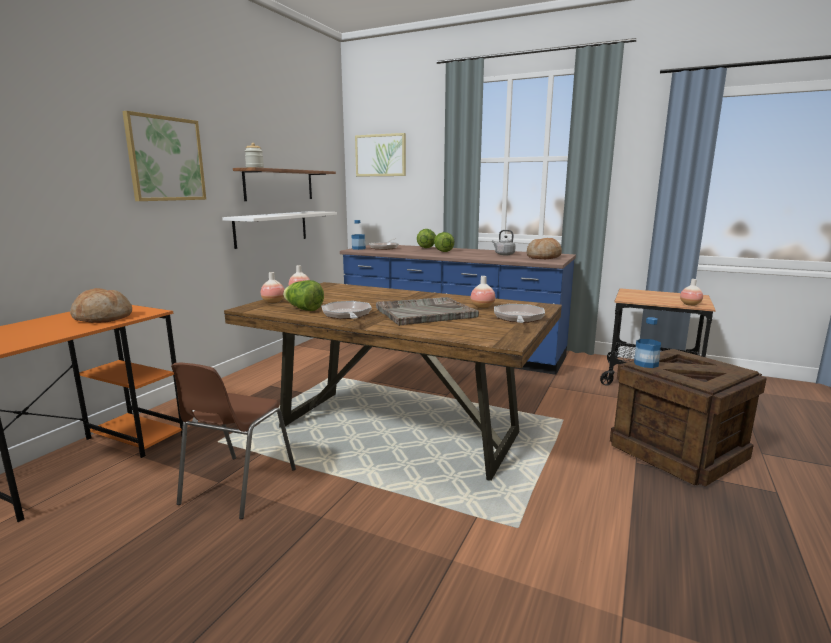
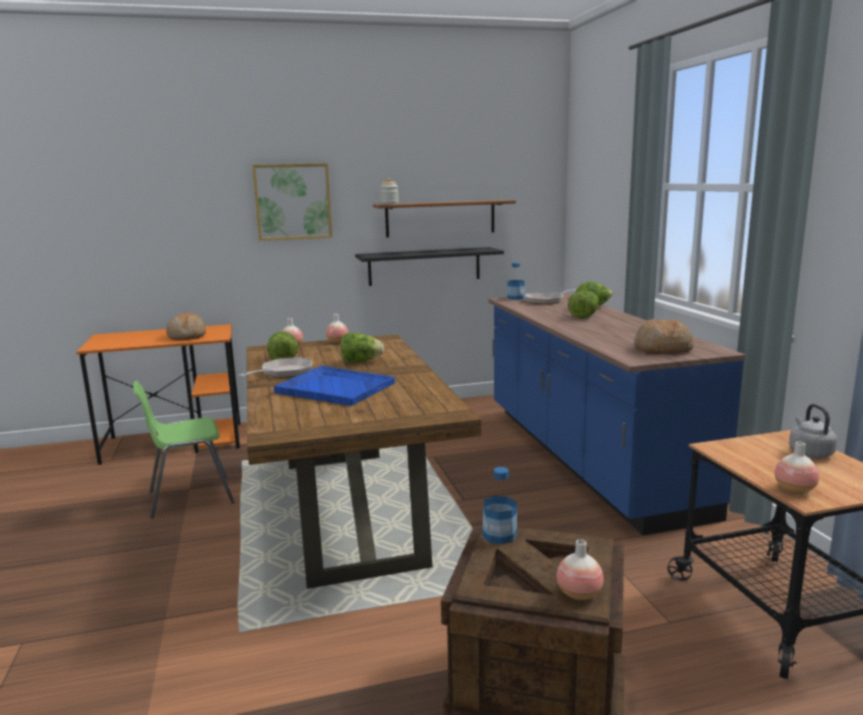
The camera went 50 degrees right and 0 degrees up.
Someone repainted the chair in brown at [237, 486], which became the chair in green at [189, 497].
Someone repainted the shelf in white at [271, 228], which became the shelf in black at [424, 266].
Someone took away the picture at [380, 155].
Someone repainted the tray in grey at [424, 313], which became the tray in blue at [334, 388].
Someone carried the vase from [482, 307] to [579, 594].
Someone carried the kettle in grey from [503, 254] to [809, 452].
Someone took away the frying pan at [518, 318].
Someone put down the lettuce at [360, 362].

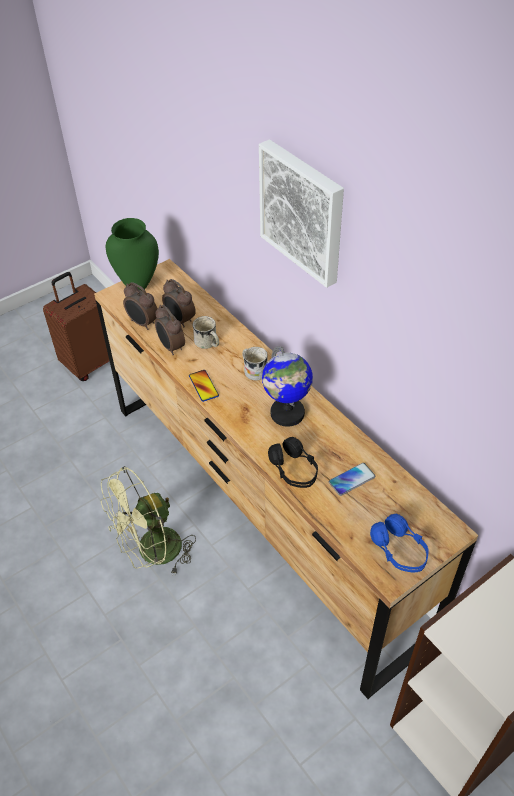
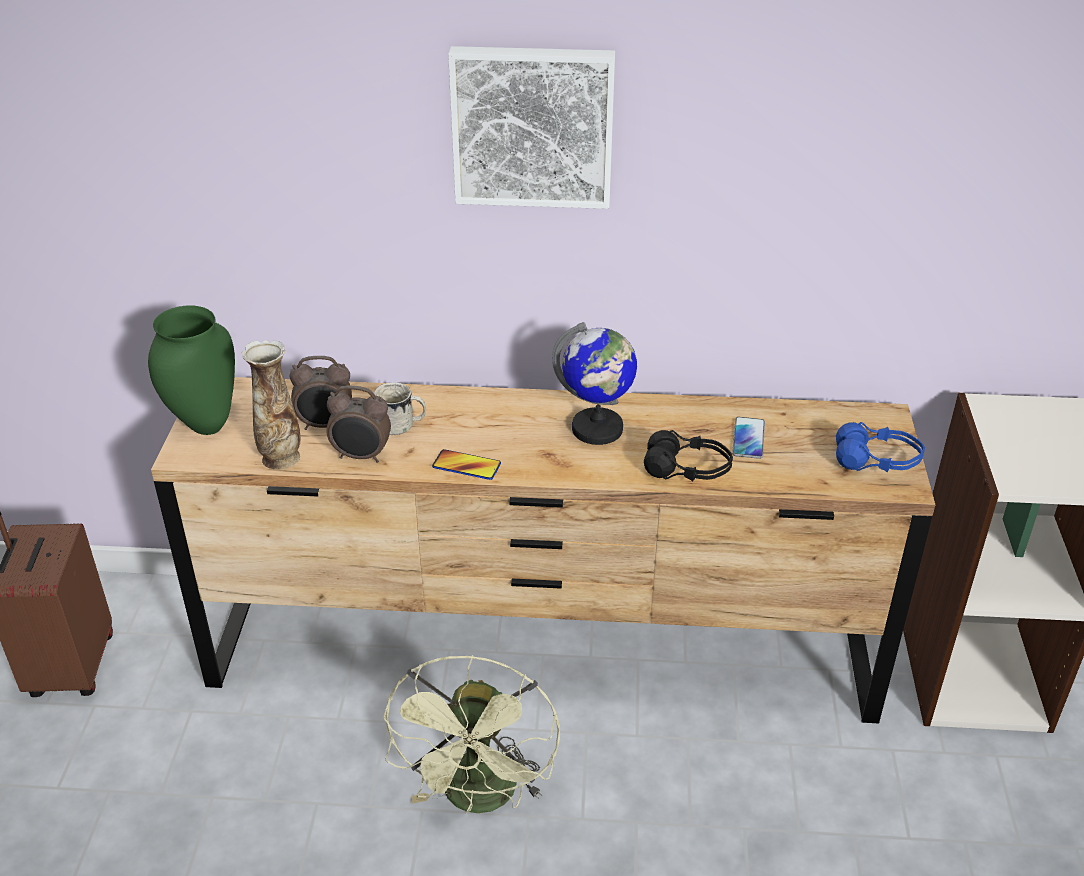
The camera went 50 degrees left and 10 degrees down.
Someone swapped the alarm clock at [142, 323] for the vase at [281, 457].
Someone took away the mug in white at [253, 370].

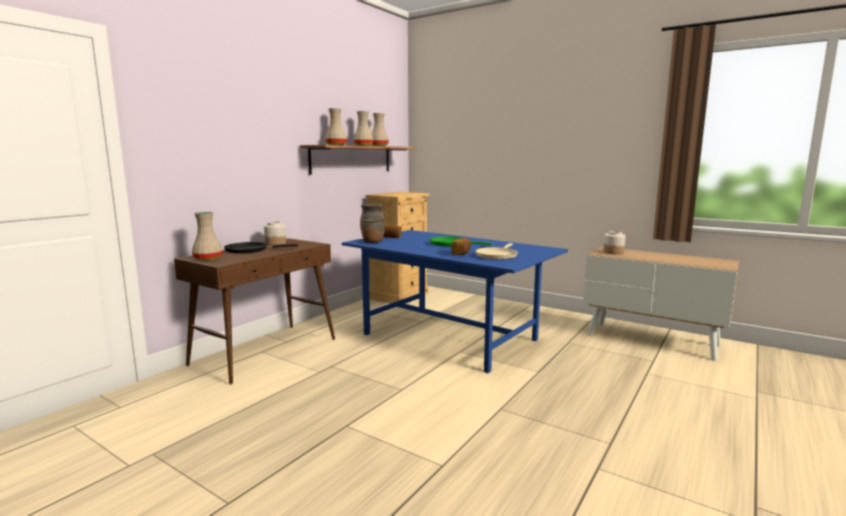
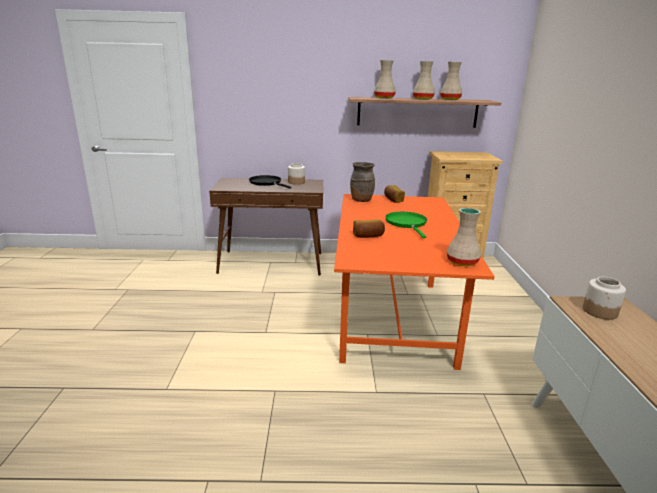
The camera went 55 degrees right and 10 degrees up.
Someone carried the vase in beige from [207, 259] to [461, 262].
Someone repainted the dining table in blue at [448, 337], which became the dining table in orange at [391, 317].
Someone took away the frying pan in beige at [497, 255].

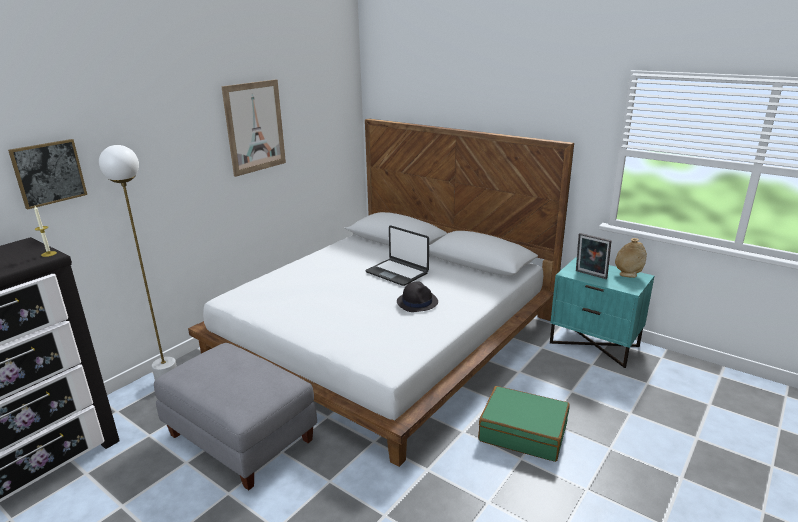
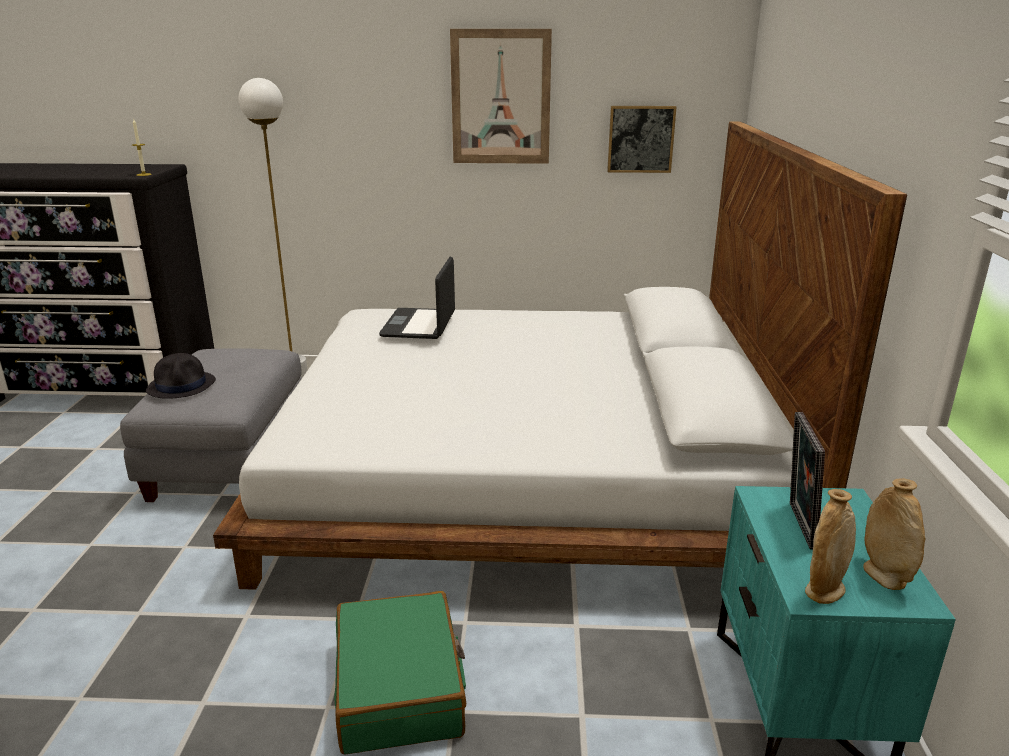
The camera went 55 degrees right and 0 degrees up.
Someone carried the picture from [49, 173] to [640, 139].
Someone carried the laptop from [397, 272] to [420, 325].
Someone carried the hat in black from [417, 302] to [182, 386].
Someone put down the vase in beige at [824, 591].

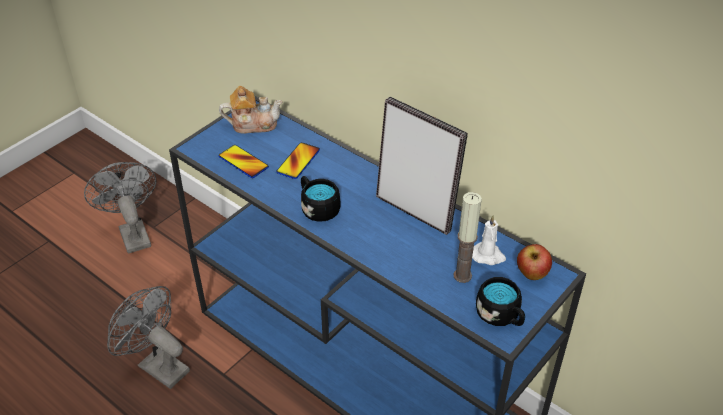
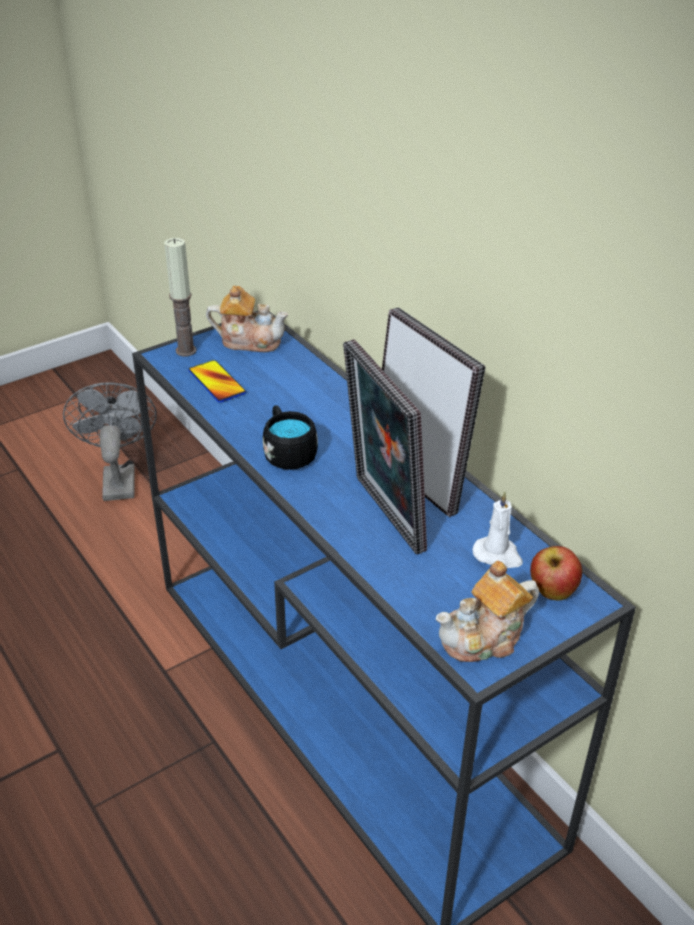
The camera went 15 degrees right and 5 degrees down.
Someone took away the fan in grey at [157, 365].
Someone took away the phone at [298, 161].
Someone carried the candle from [462, 275] to [186, 350].
Someone swapped the mug in black at [501, 316] for the teapot at [485, 638].
Someone put down the picture frame at [382, 515].

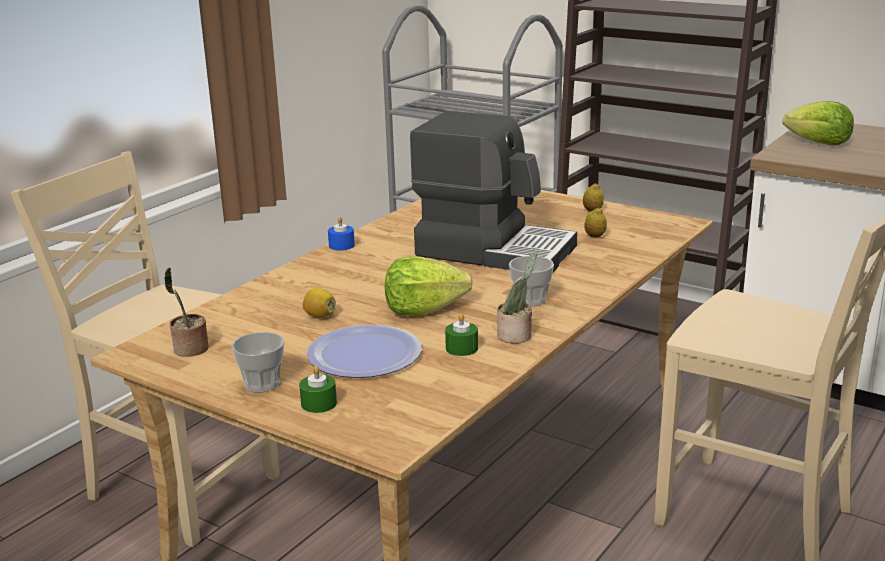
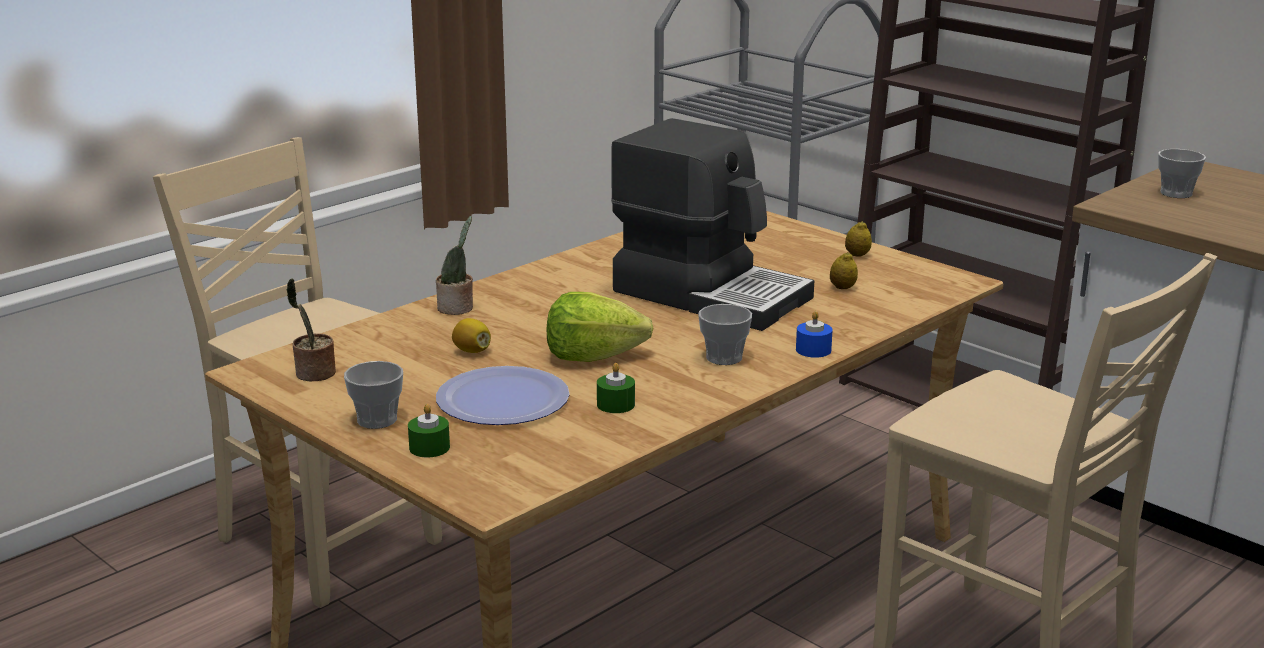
The camera went 10 degrees right and 0 degrees up.
Someone carried the candle in blue from [341, 245] to [813, 350].
Someone carried the potted plant from [517, 336] to [457, 308].
Someone swapped the lettuce at [818, 143] for the cup at [1176, 193].

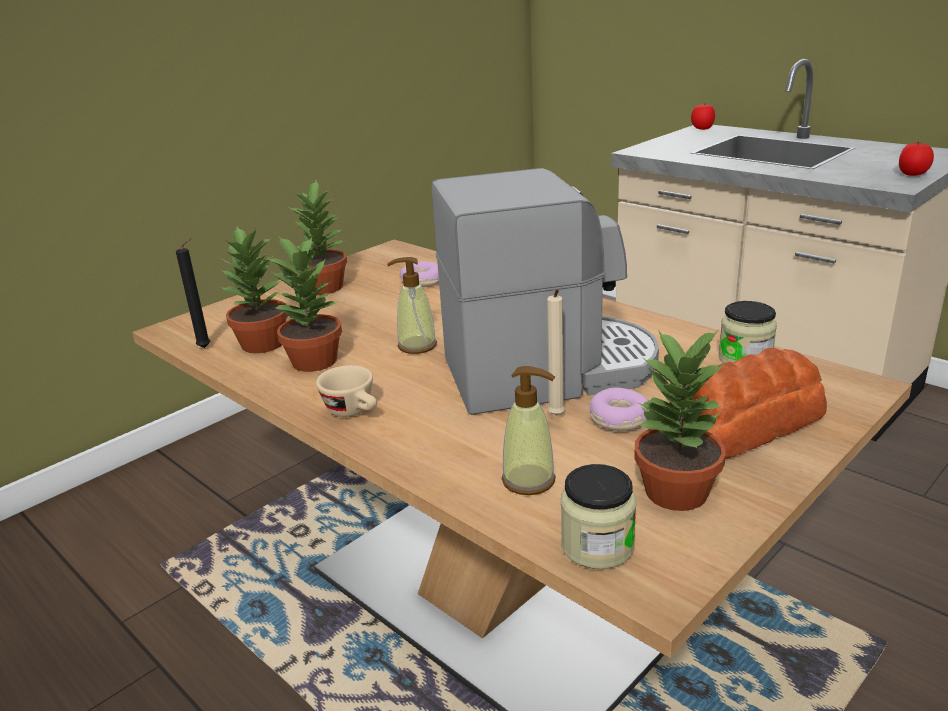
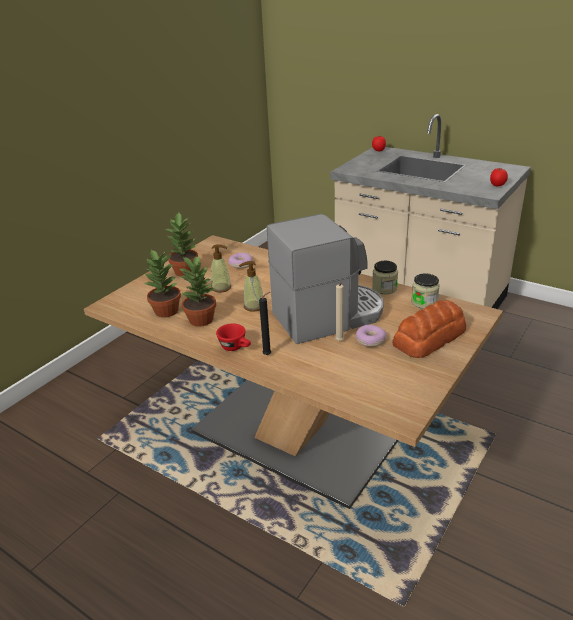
The camera went 10 degrees left and 5 degrees up.
Someone carried the candle in black from [206, 348] to [268, 355].
Someone repainted the cup in beige at [354, 411], which became the cup in red at [236, 347].
Someone carried the soap dispenser from [529, 480] to [221, 288].
Someone carried the jar from [597, 546] to [384, 288].
Someone took away the potted plant at [677, 493].

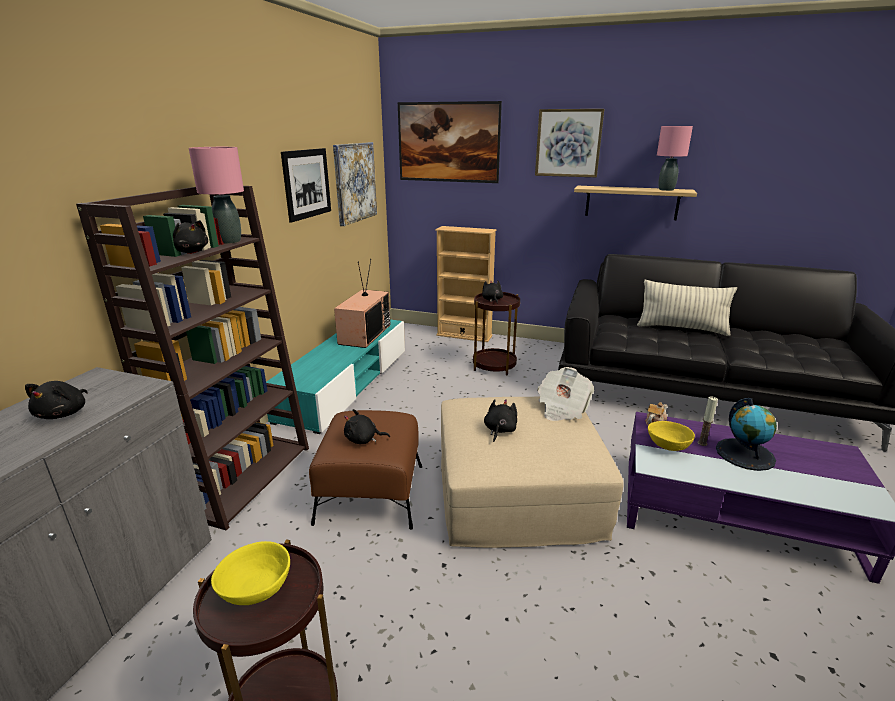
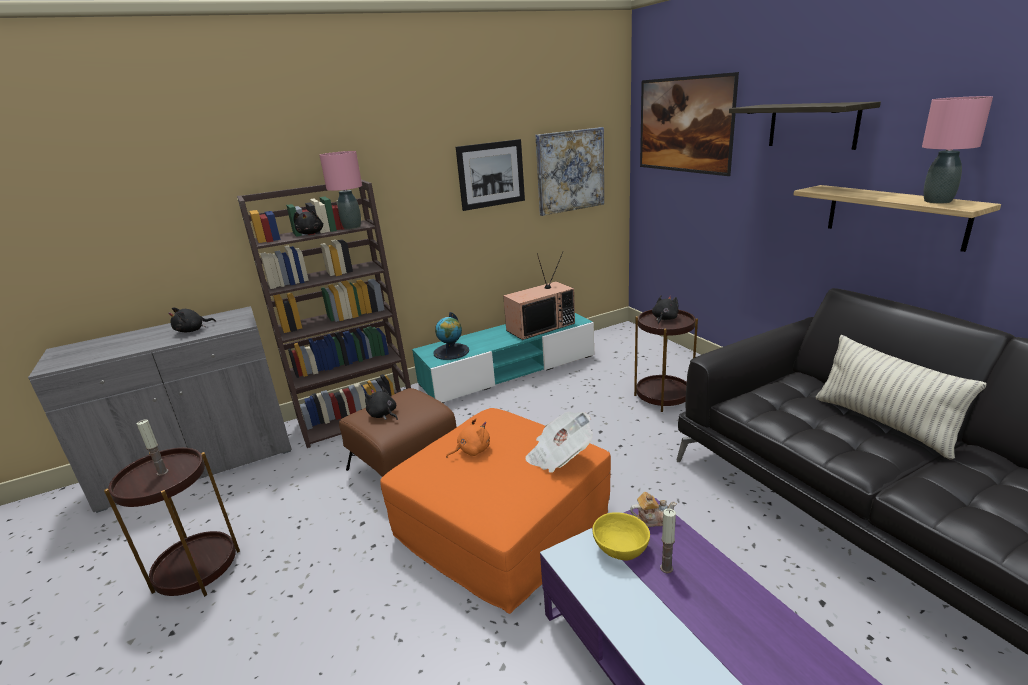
The camera went 45 degrees right and 0 degrees up.
Someone swapped the bowl in yellow at [257, 589] for the candle at [162, 472].
Someone took away the bookcase in beige at [464, 335].
Someone repainted the ottoman in beige at [517, 492], which became the ottoman in orange at [501, 525].
Someone repainted the plush toy in black at [499, 430], which became the plush toy in orange at [472, 450].
Someone swapped the picture at [568, 143] for the shelf at [812, 125].
Someone carried the globe from [745, 454] to [451, 351].

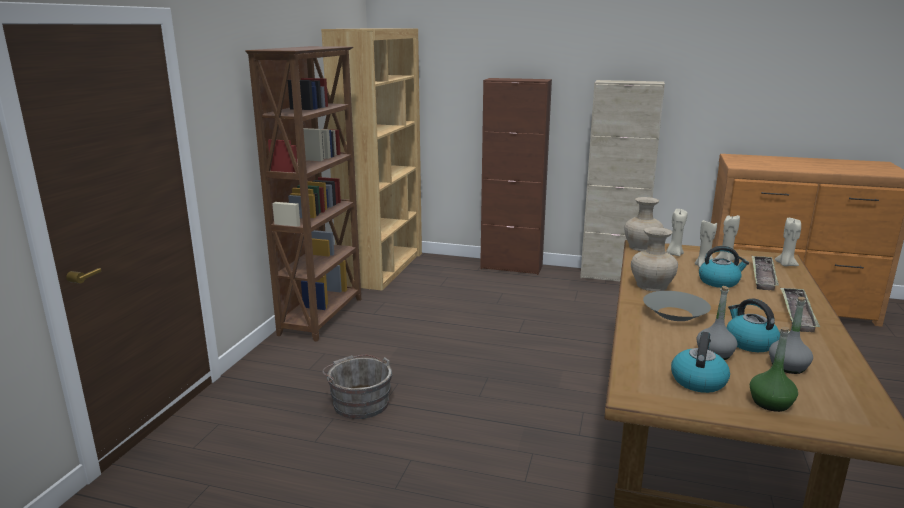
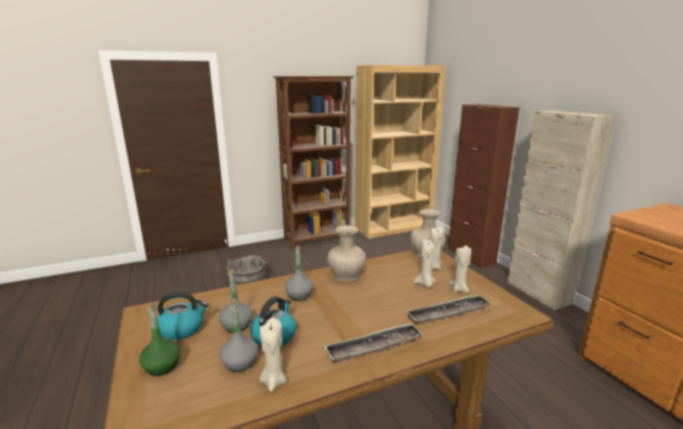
The camera went 50 degrees right and 0 degrees up.
Someone swapped the bowl in grey at [674, 314] for the bottle in grey at [299, 295].
Someone took away the kettle at [719, 282].
Someone carried the candle in beige from [785, 265] to [273, 381].

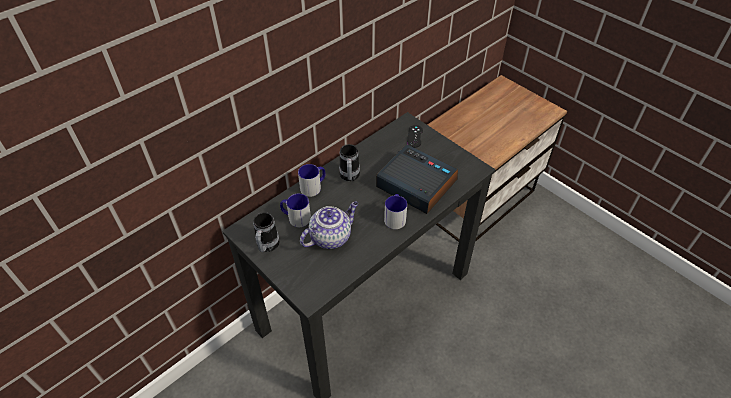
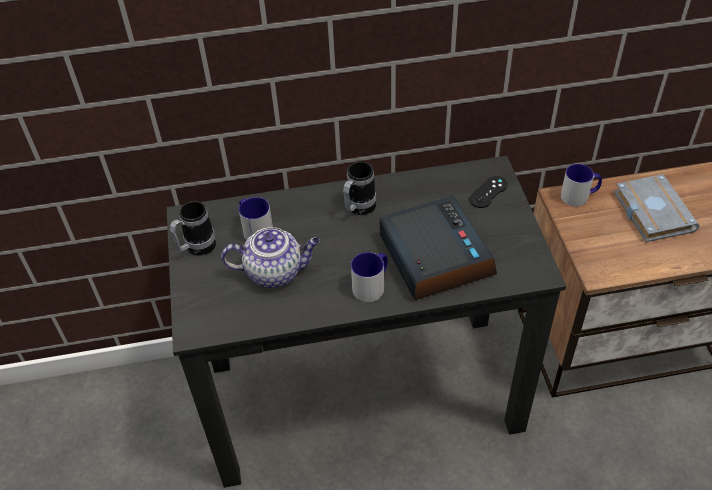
The camera went 35 degrees right and 0 degrees up.
Someone carried the mug from [313, 187] to [579, 196].
Someone put down the book in grey at [650, 211].

